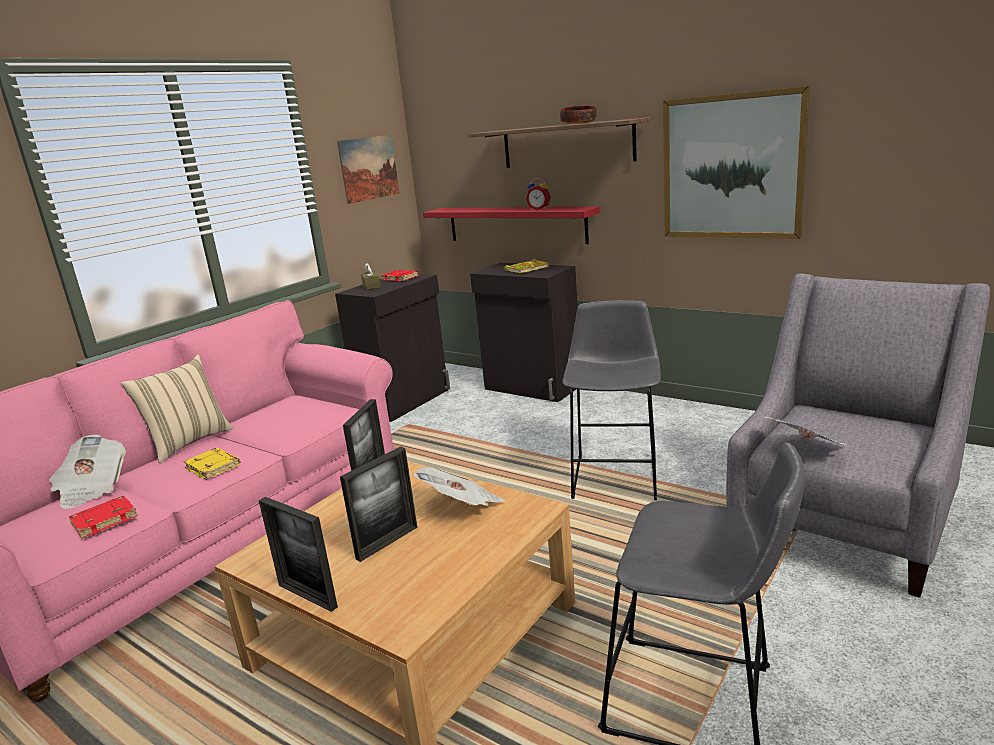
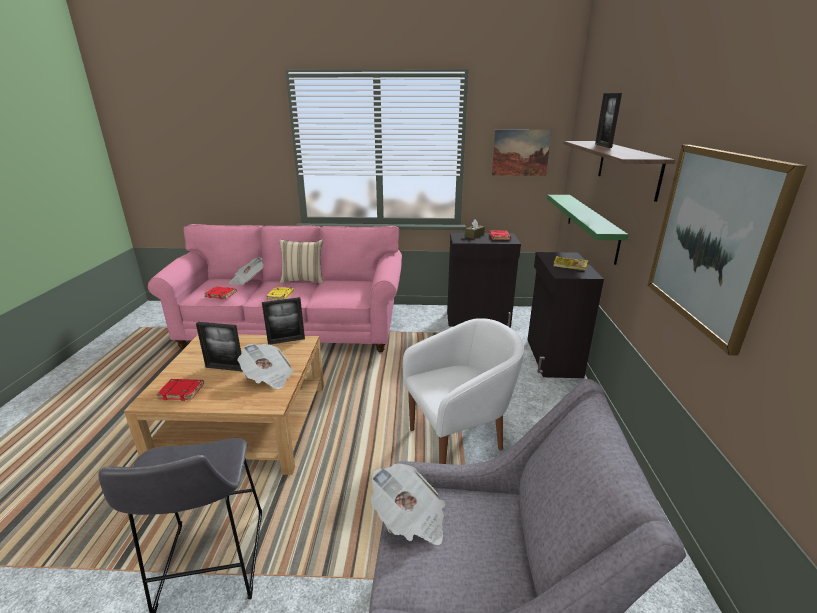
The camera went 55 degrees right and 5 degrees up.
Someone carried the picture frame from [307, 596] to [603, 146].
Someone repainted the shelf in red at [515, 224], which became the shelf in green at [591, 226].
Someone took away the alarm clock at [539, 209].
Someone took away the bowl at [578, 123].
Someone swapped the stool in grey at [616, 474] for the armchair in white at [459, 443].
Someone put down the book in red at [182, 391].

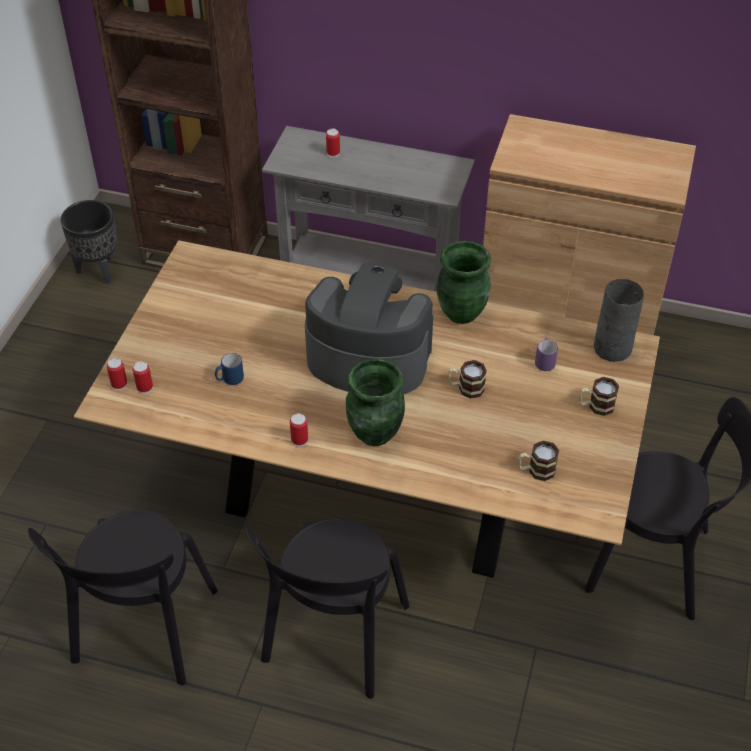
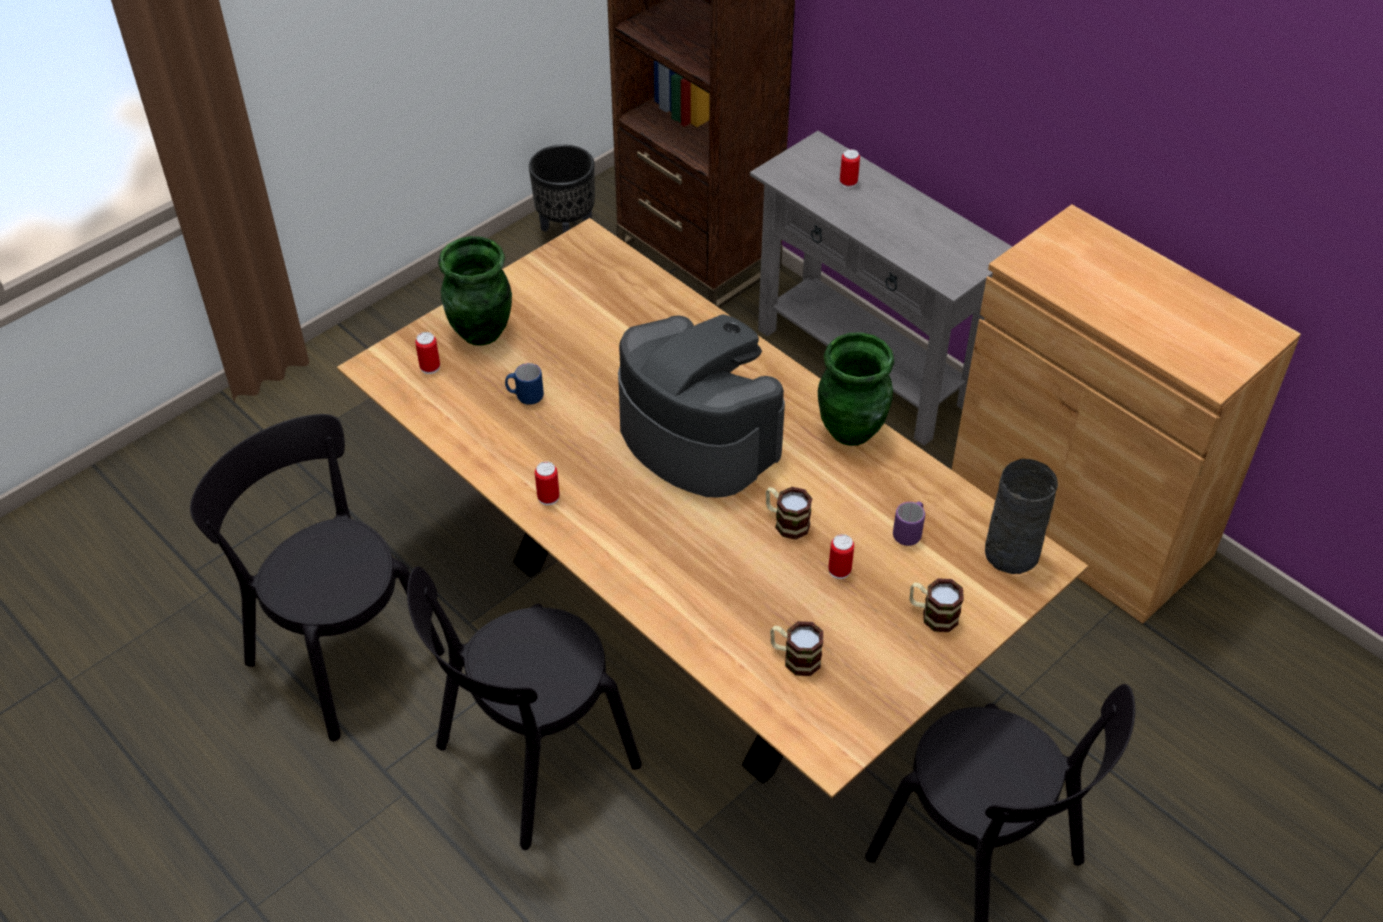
The camera went 30 degrees right and 0 degrees up.
Someone rotated the chair in black at [143, 632] by 90 degrees clockwise.
Someone carried the can from [119, 384] to [839, 570].
Someone carried the vase in green from [375, 433] to [481, 332].

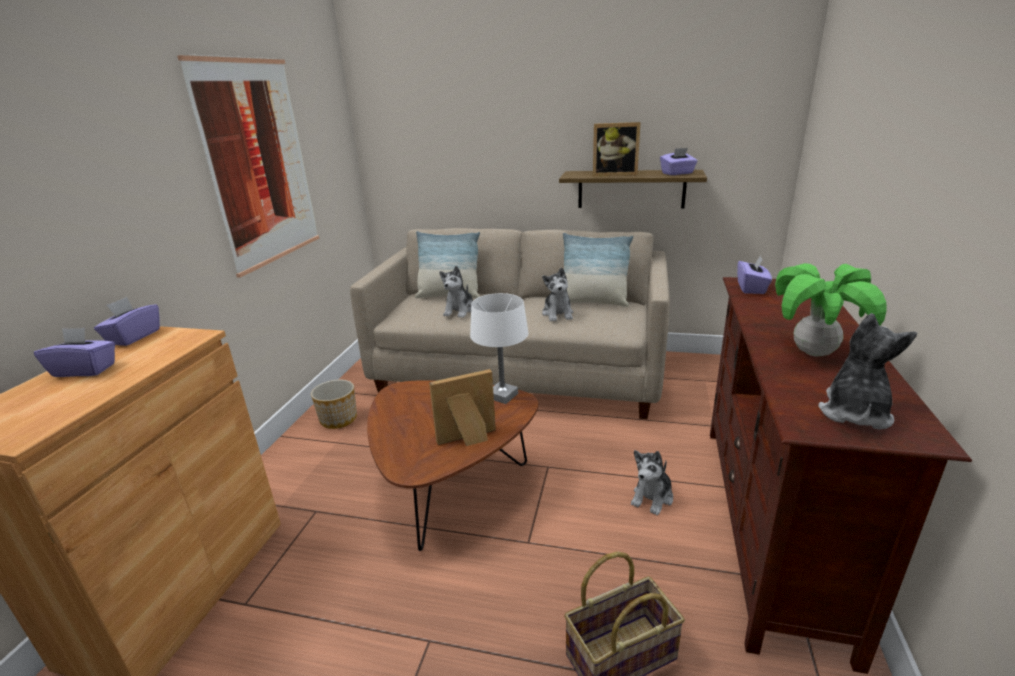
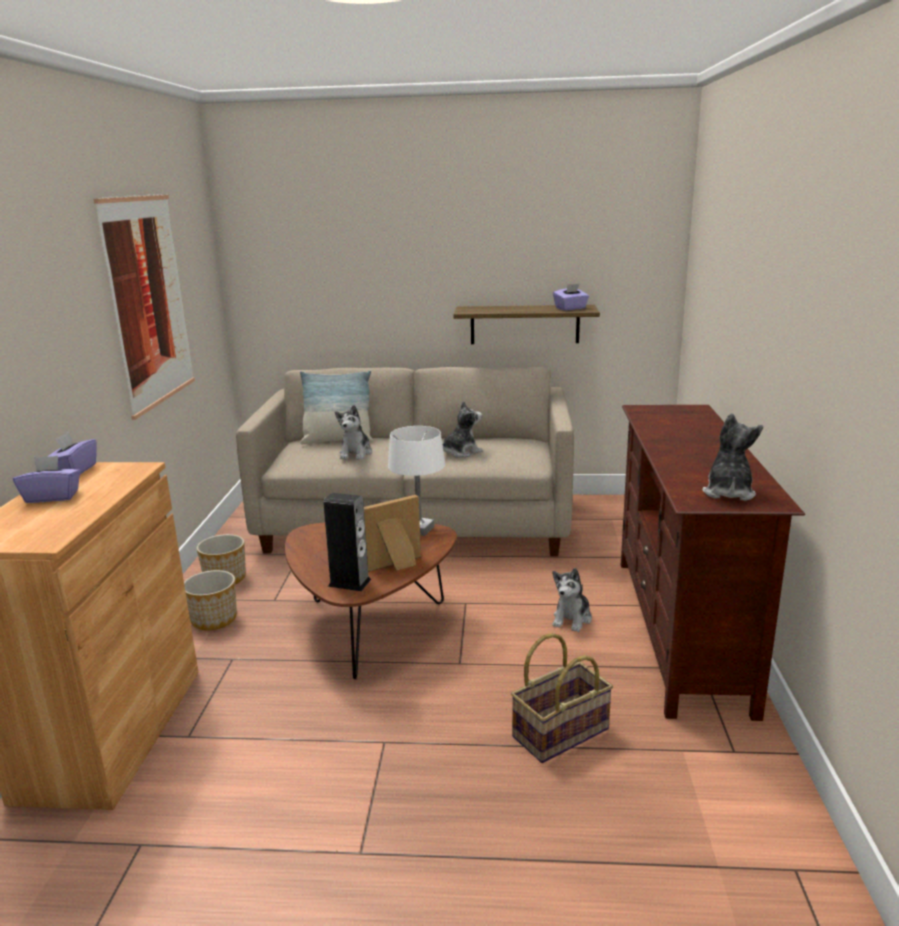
The camera went 10 degrees left and 5 degrees down.
Someone rotated the plush toy at [558, 314] by 105 degrees counterclockwise.
Someone took away the pillow at [593, 302].
Someone took away the picture frame at [614, 174].
Someone took away the tissue box in purple at [751, 288].
Someone took away the potted plant at [814, 353].
Someone put down the planter at [214, 620].
Someone put down the speaker at [349, 583].

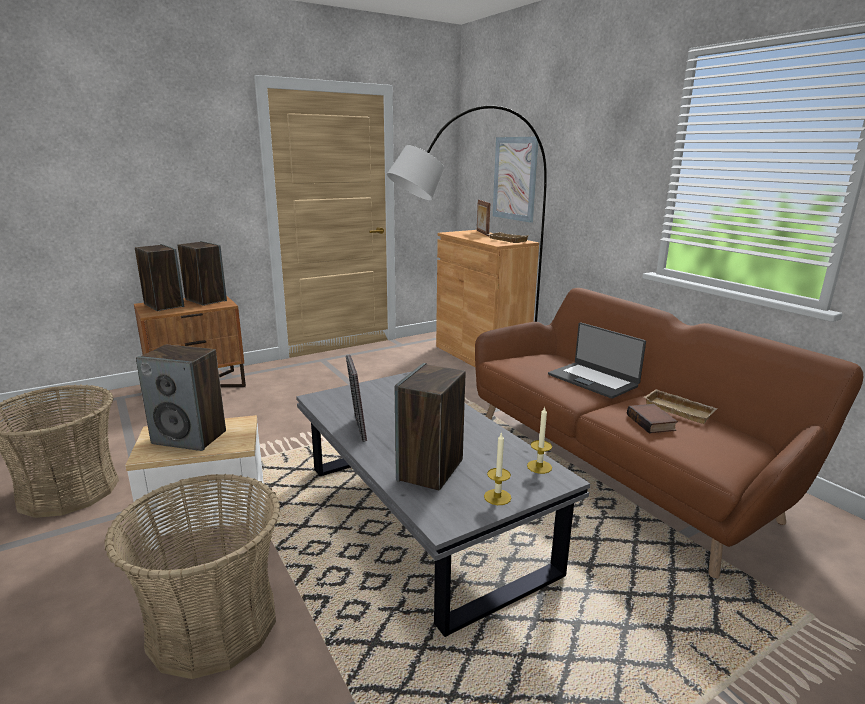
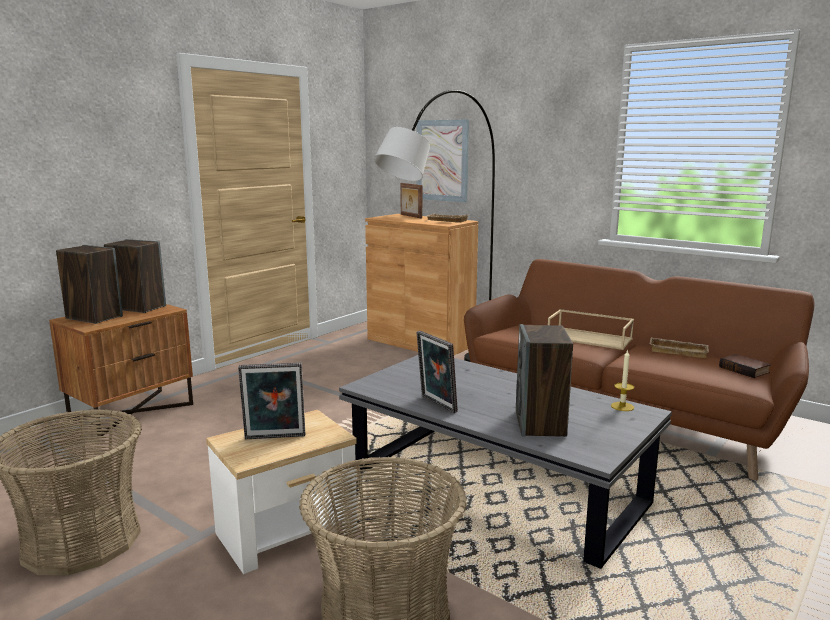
The camera went 20 degrees left and 5 degrees down.
Someone swapped the speaker at [190, 437] for the picture frame at [275, 438].
Someone took away the candle at [497, 497].
Someone swapped the laptop at [593, 380] for the tray in beige at [590, 338].
Someone carried the book from [652, 423] to [745, 370].

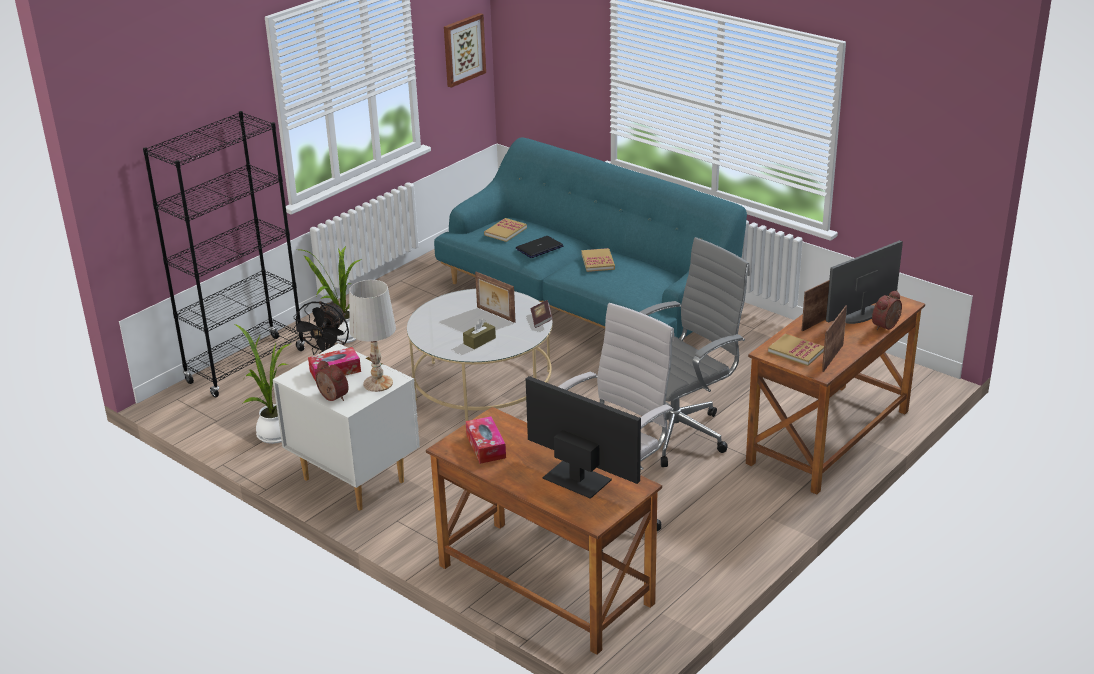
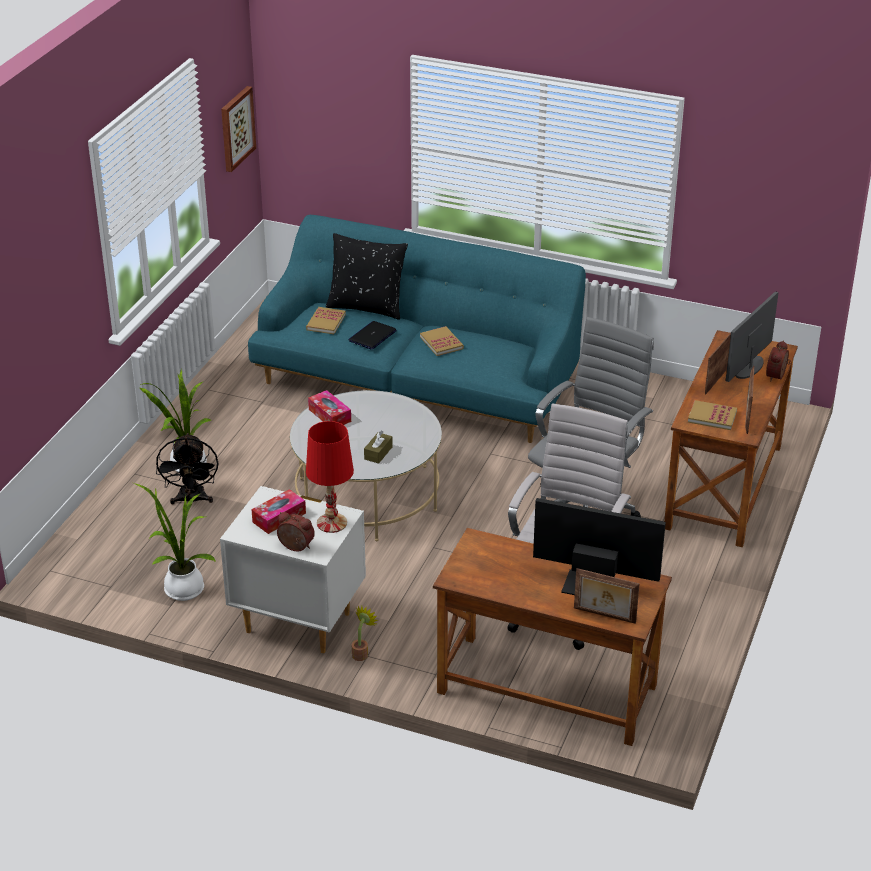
The camera went 20 degrees left and 5 degrees up.
Someone took away the bookcase in black at [246, 366].
Someone repainted the table lamp in white at [377, 383], which became the table lamp in red at [331, 523].
Someone carried the tissue box from [486, 446] to [330, 415].
Someone carried the picture frame from [495, 315] to [604, 616].
Someone took away the book at [541, 320].
Someone put down the pillow in black at [367, 307].
Someone put down the potted plant at [361, 653].

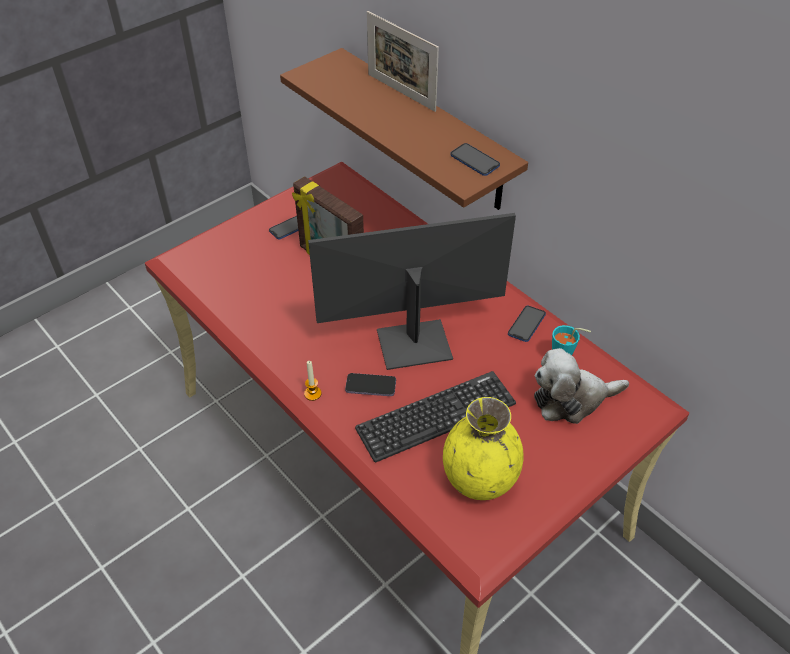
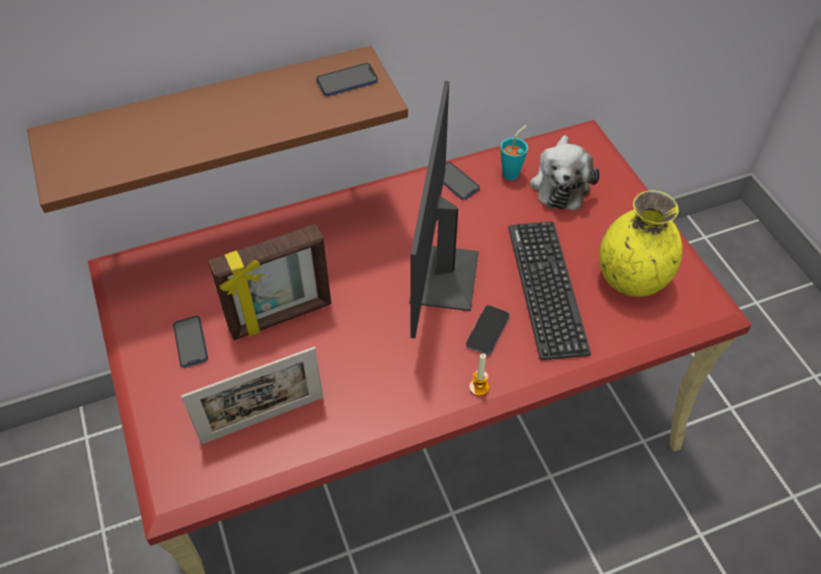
The camera went 70 degrees left and 5 degrees up.
Someone carried the picture frame from [401, 92] to [263, 420].

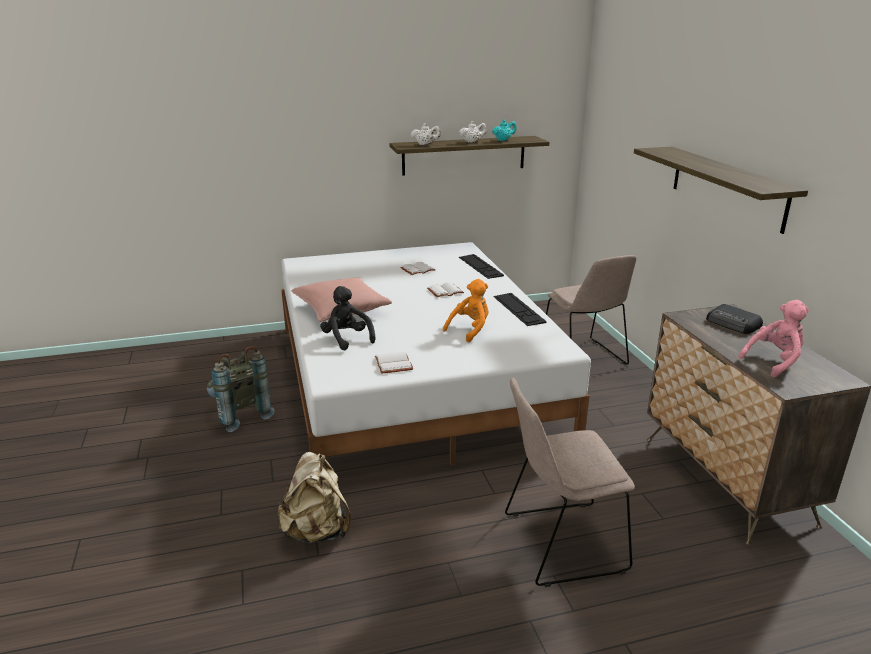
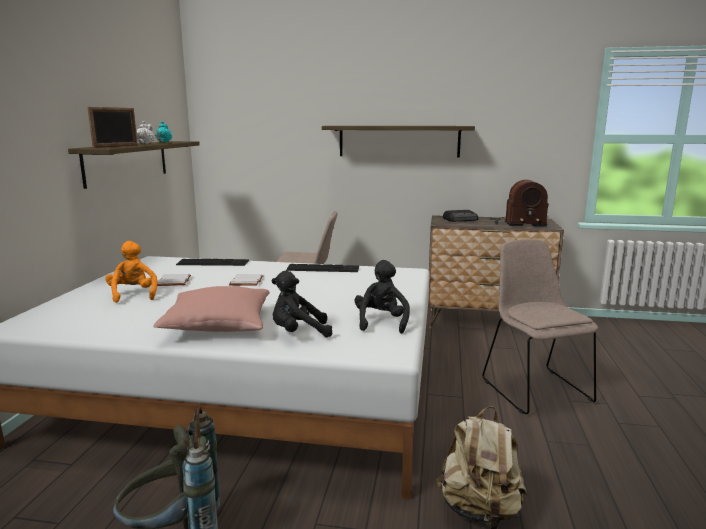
The camera went 65 degrees left and 10 degrees down.
Someone swapped the book in white at [395, 364] for the plush toy in black at [381, 322].
Someone swapped the teapot in white at [425, 145] for the picture frame at [116, 146].
Someone carried the plush toy in orange from [470, 330] to [133, 295].
Someone rotated the chair in beige at [559, 543] by 150 degrees clockwise.
Someone swapped the plush toy in pink at [774, 361] for the radio at [516, 223].

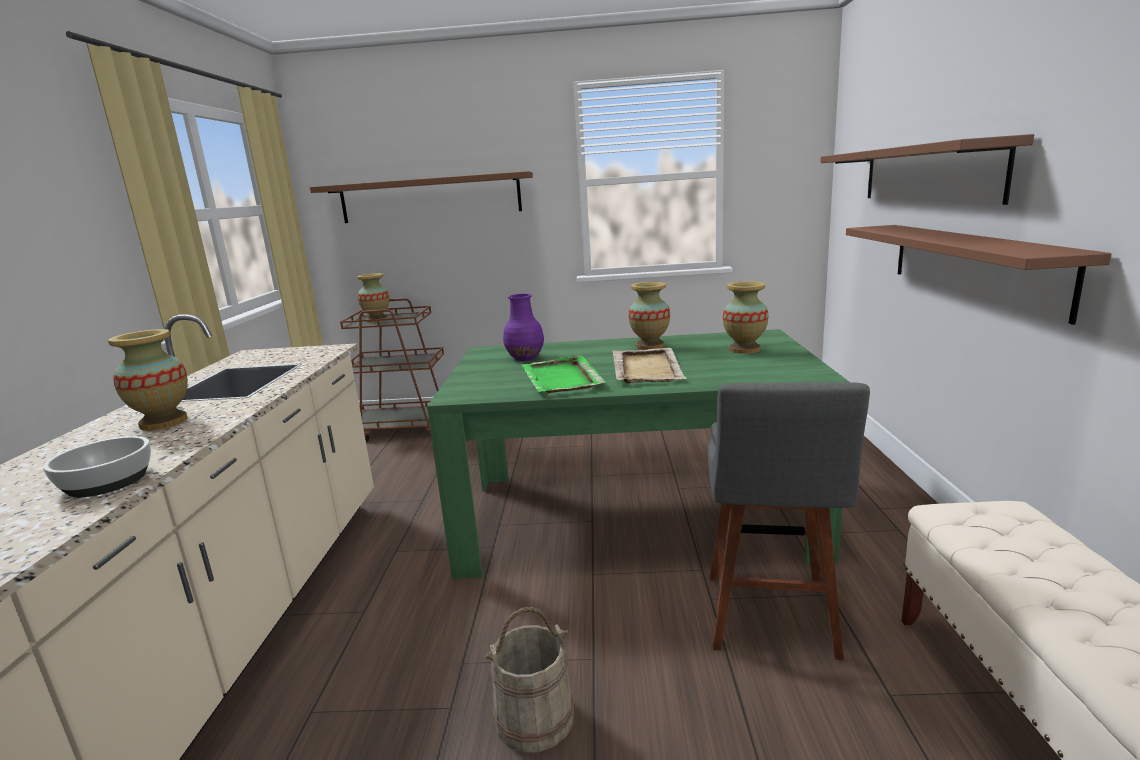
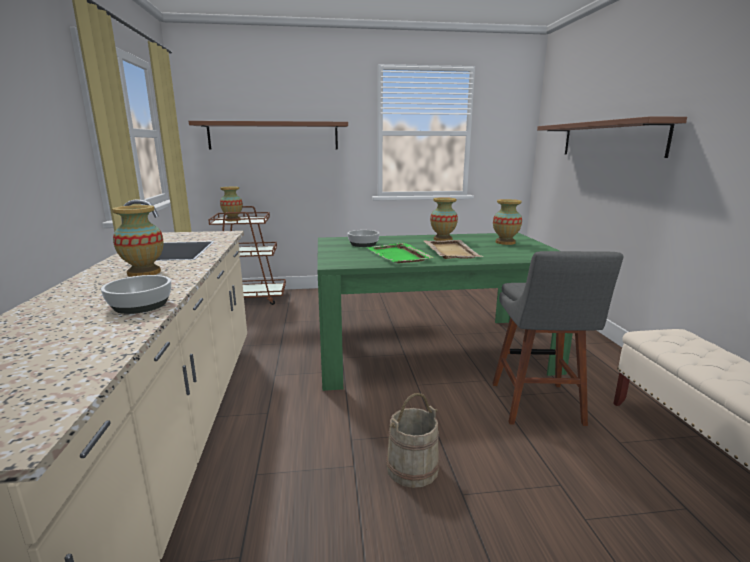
The camera went 10 degrees left and 0 degrees up.
Someone swapped the vase in purple at [526, 358] for the bowl at [363, 244].
Someone took away the shelf in brown at [971, 264].

